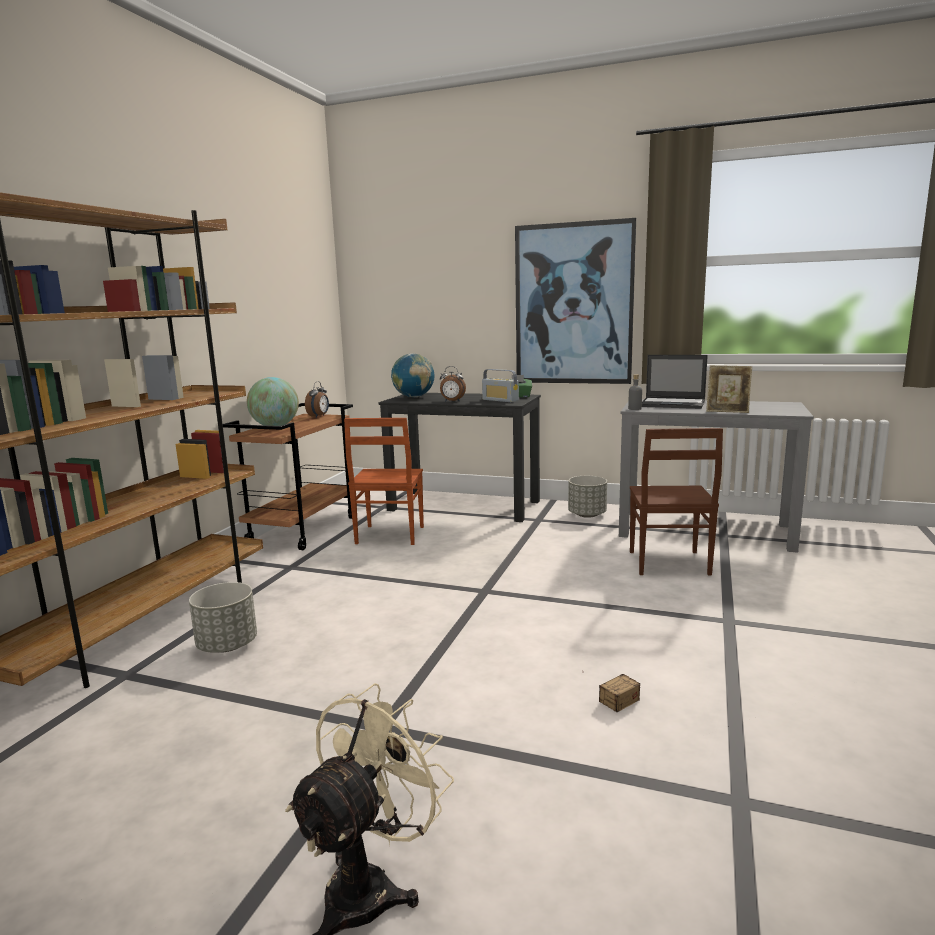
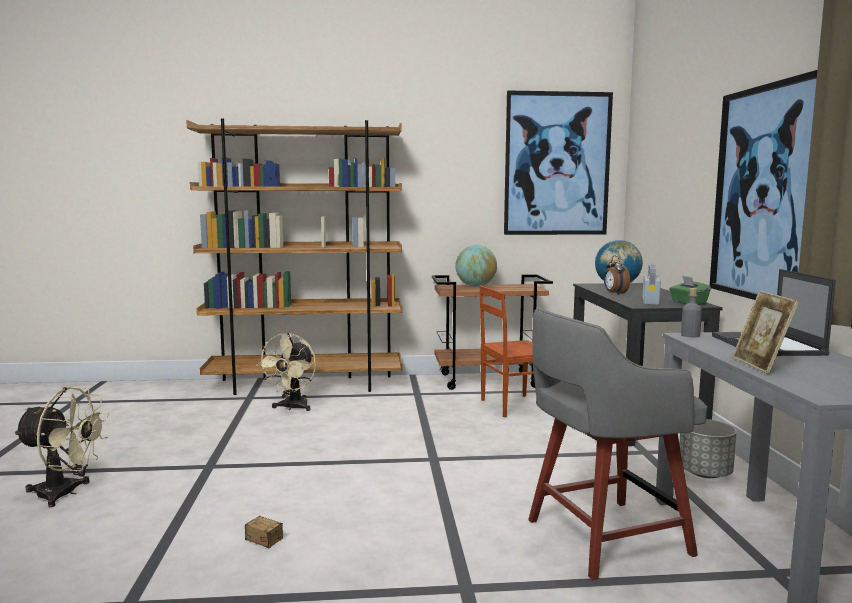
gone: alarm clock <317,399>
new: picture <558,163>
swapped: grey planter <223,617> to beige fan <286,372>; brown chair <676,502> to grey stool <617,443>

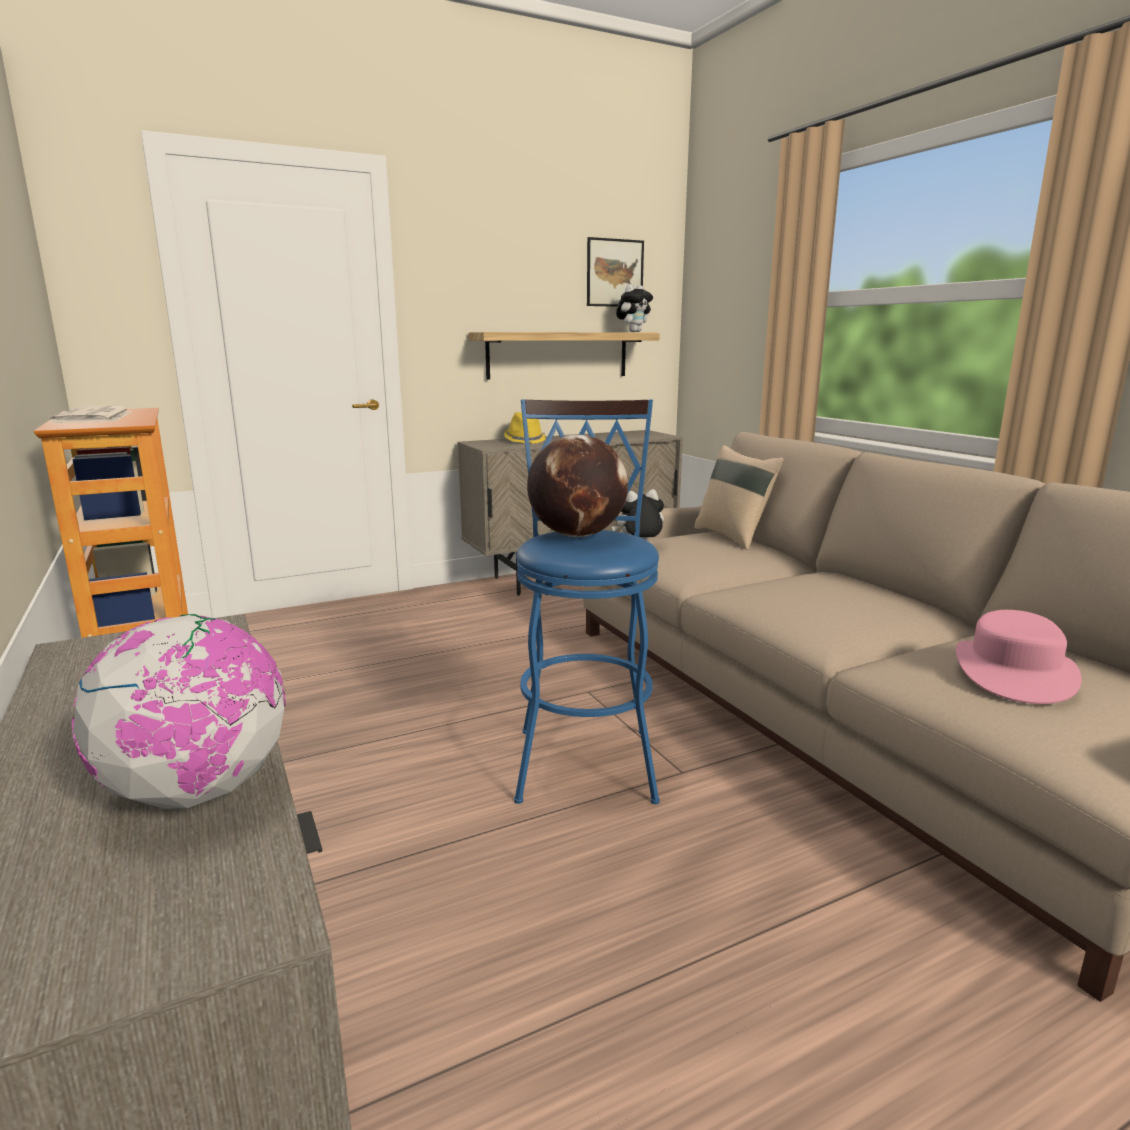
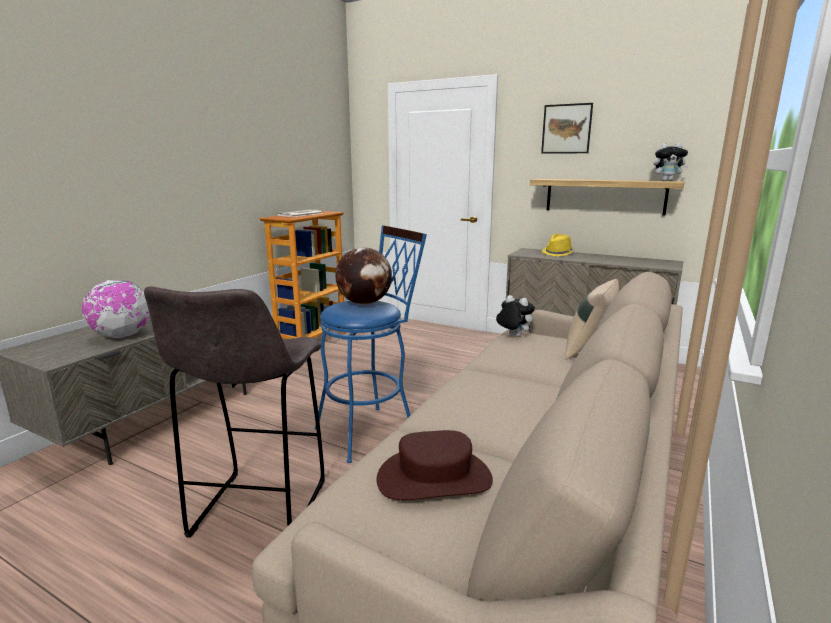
new: grey stool <234,412>
shifted: picture <615,272> to <567,128>
repainted: pink hat <1019,657> to brown hat <435,465>

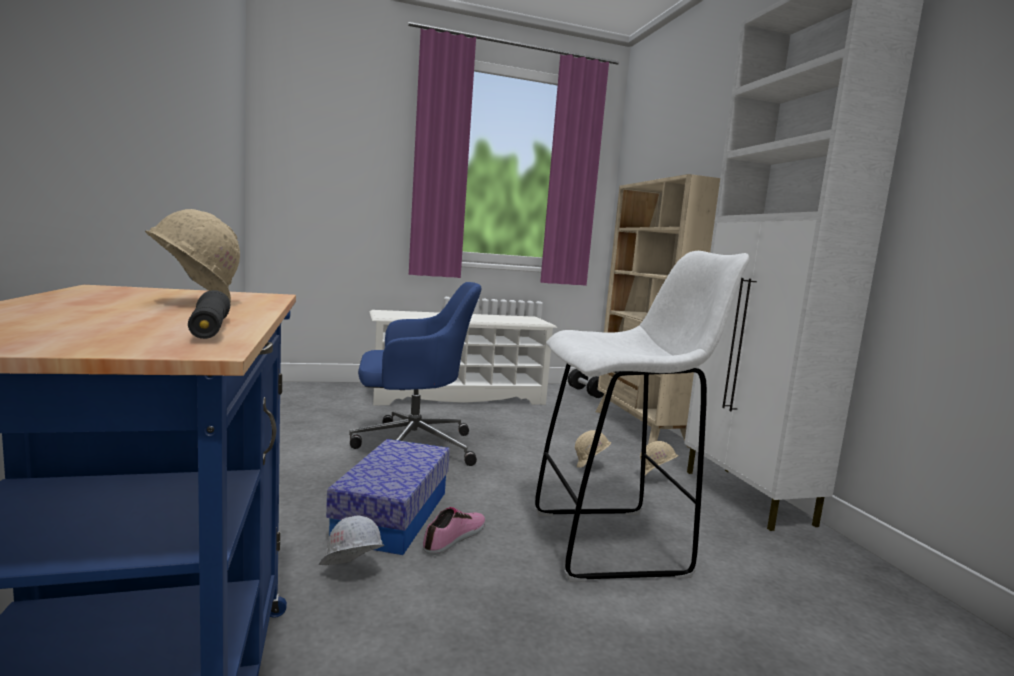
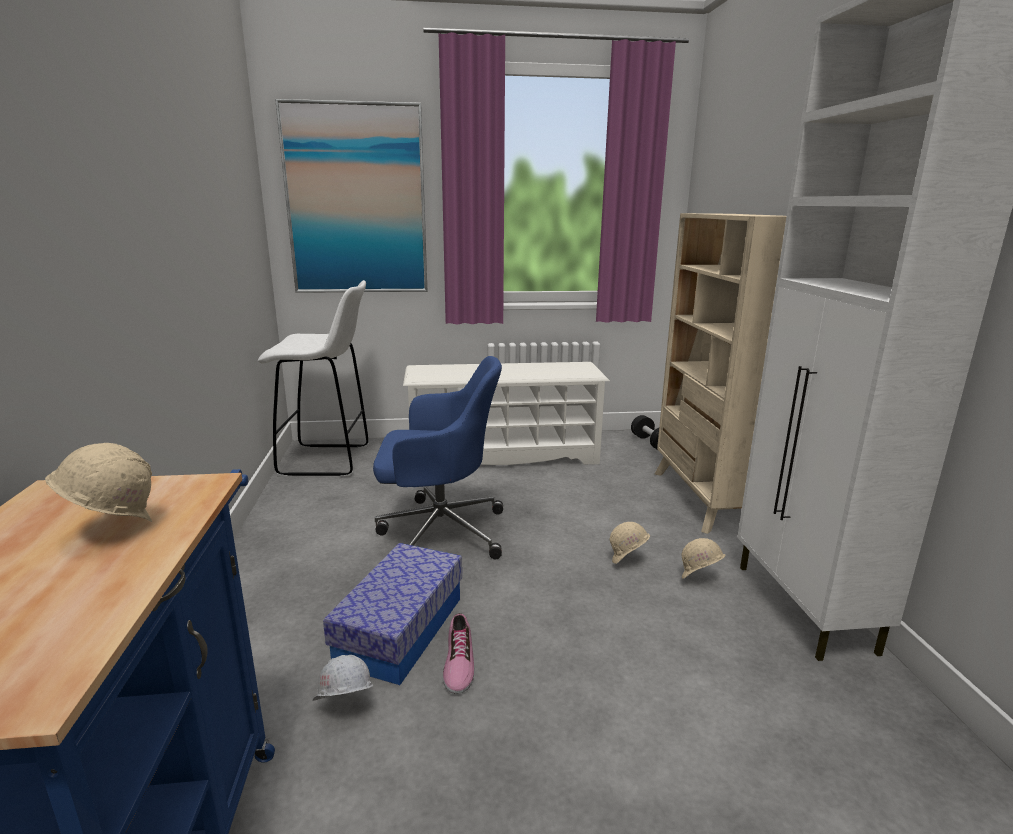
gone: black flashlight <209,314>
new: picture <351,196>
shifted: white stool <642,416> to <313,378>
rotated: shoe <454,531> = <458,653> 135 degrees clockwise

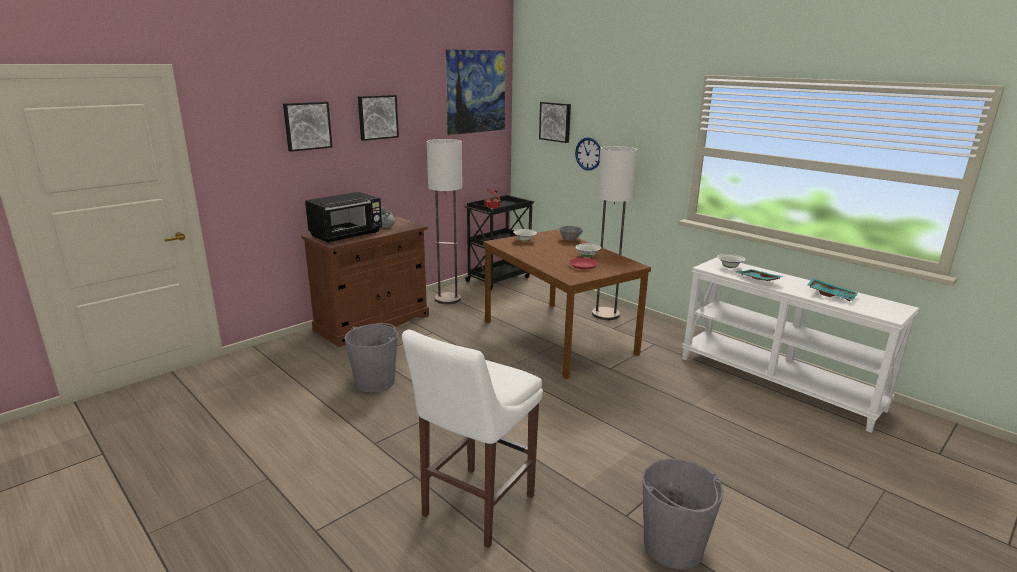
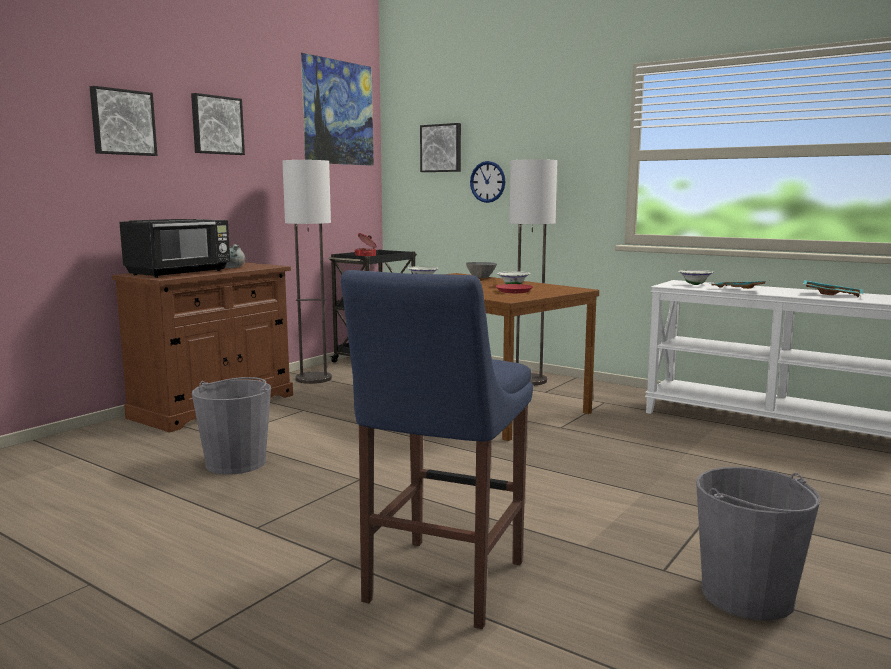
repainted: white stool <472,439> to blue stool <437,449>

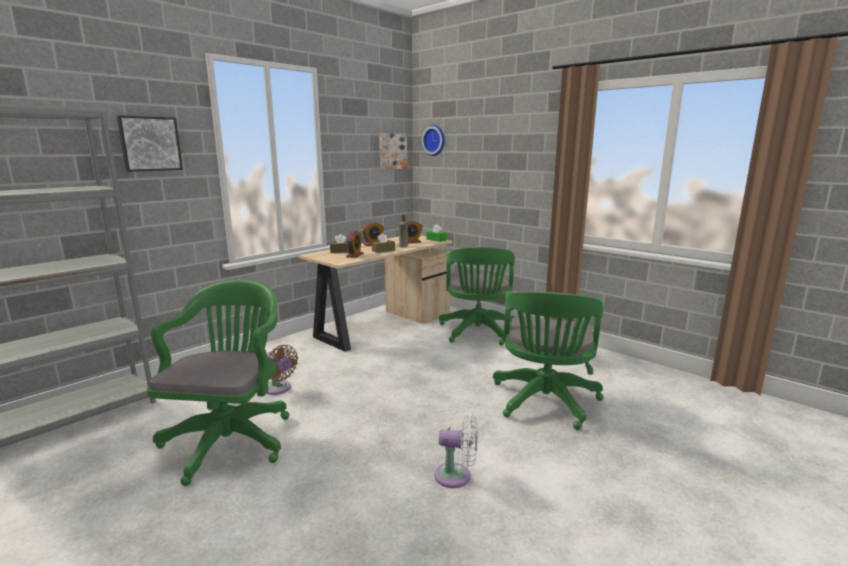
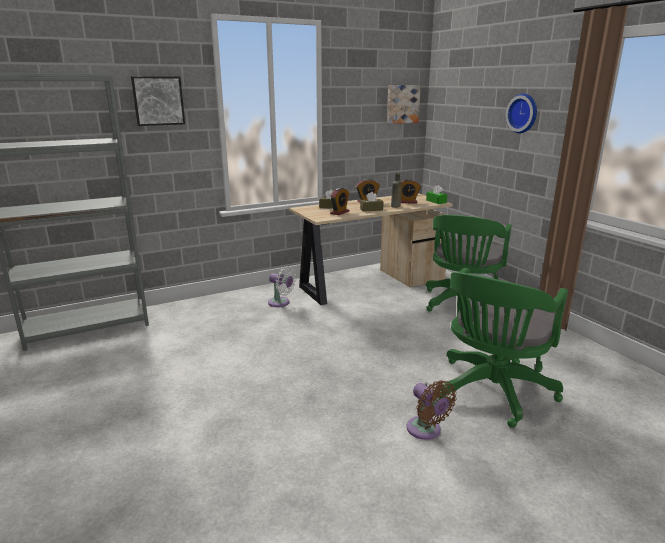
gone: green office chair <218,382>
shifted: white fan <456,451> to <282,286>; brown fan <282,370> to <432,410>; wall clock <433,140> to <521,113>

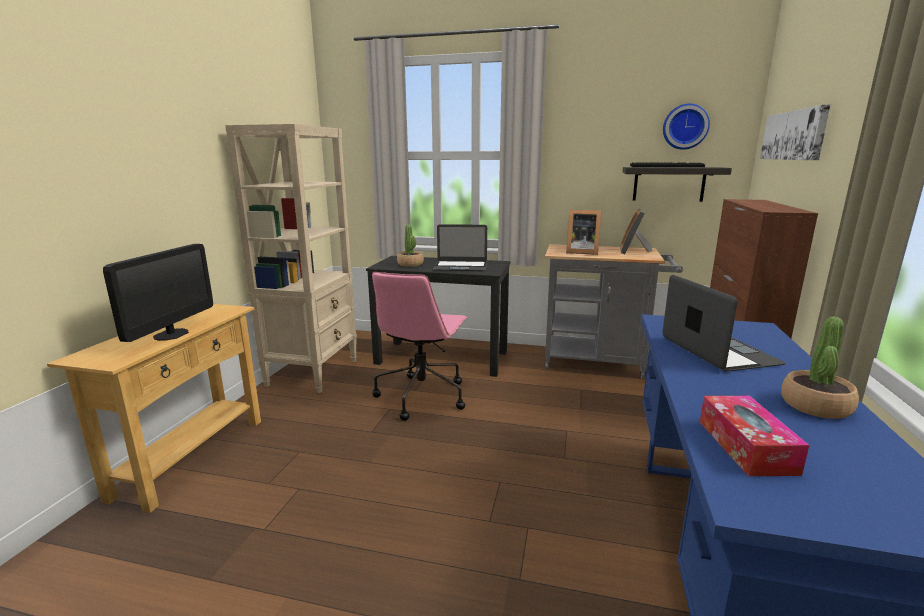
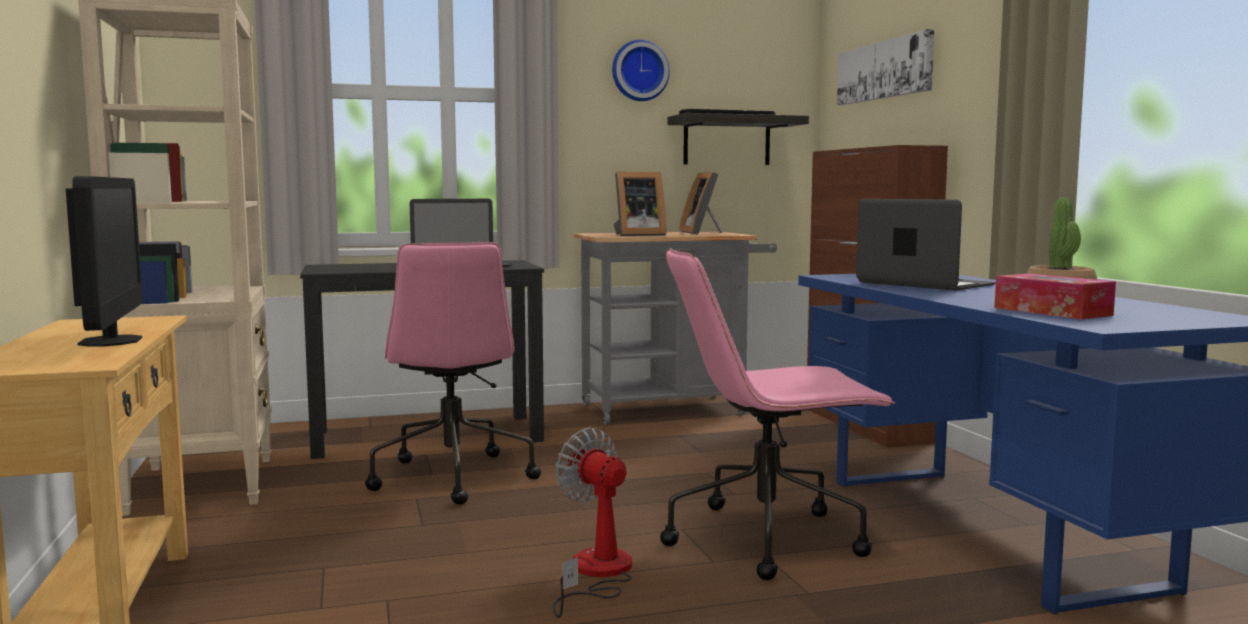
gone: potted plant <410,245>
new: fan <592,523>; pink office chair <777,414>
shifted: wall clock <686,127> to <641,70>

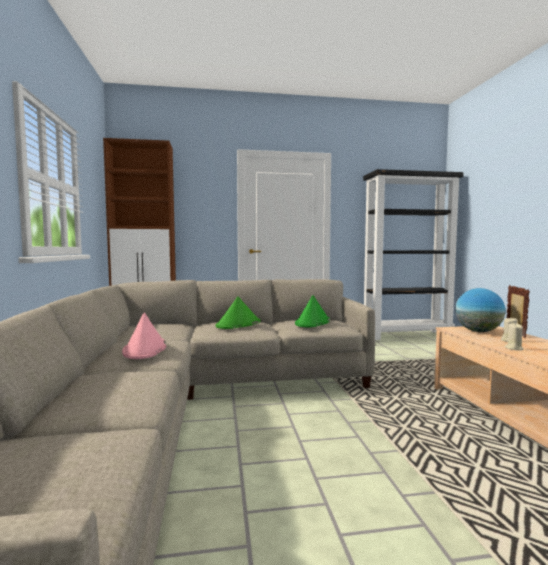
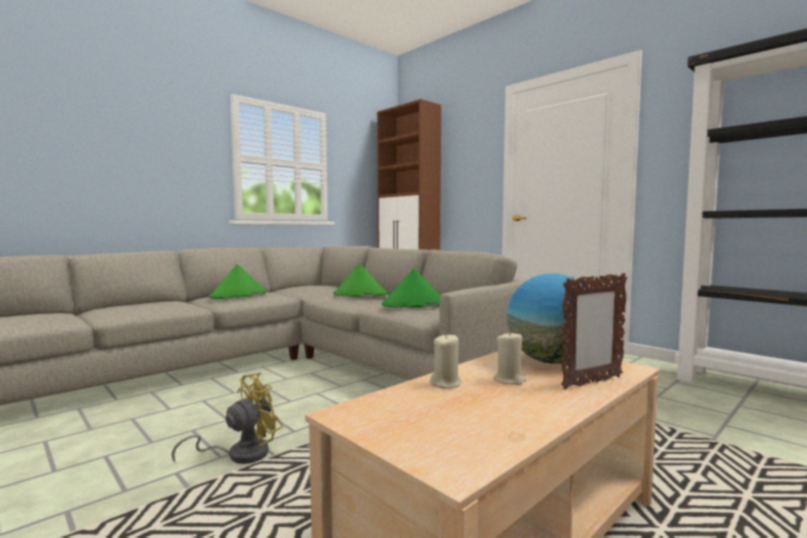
new: yellow fan <227,418>
repainted: pink hat <144,335> to green hat <238,281>

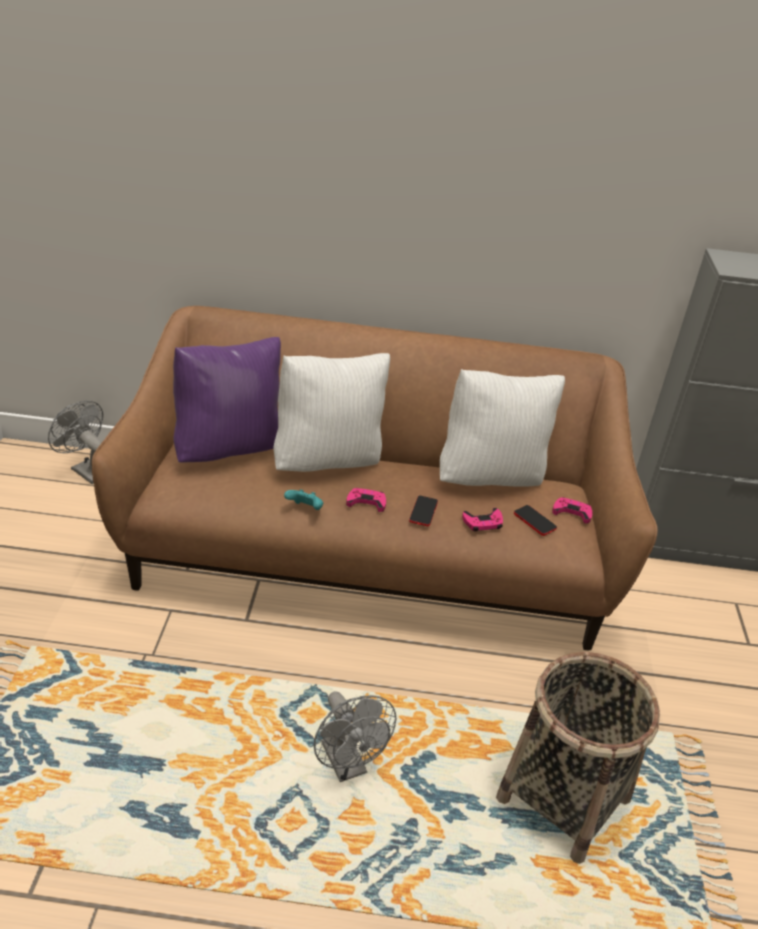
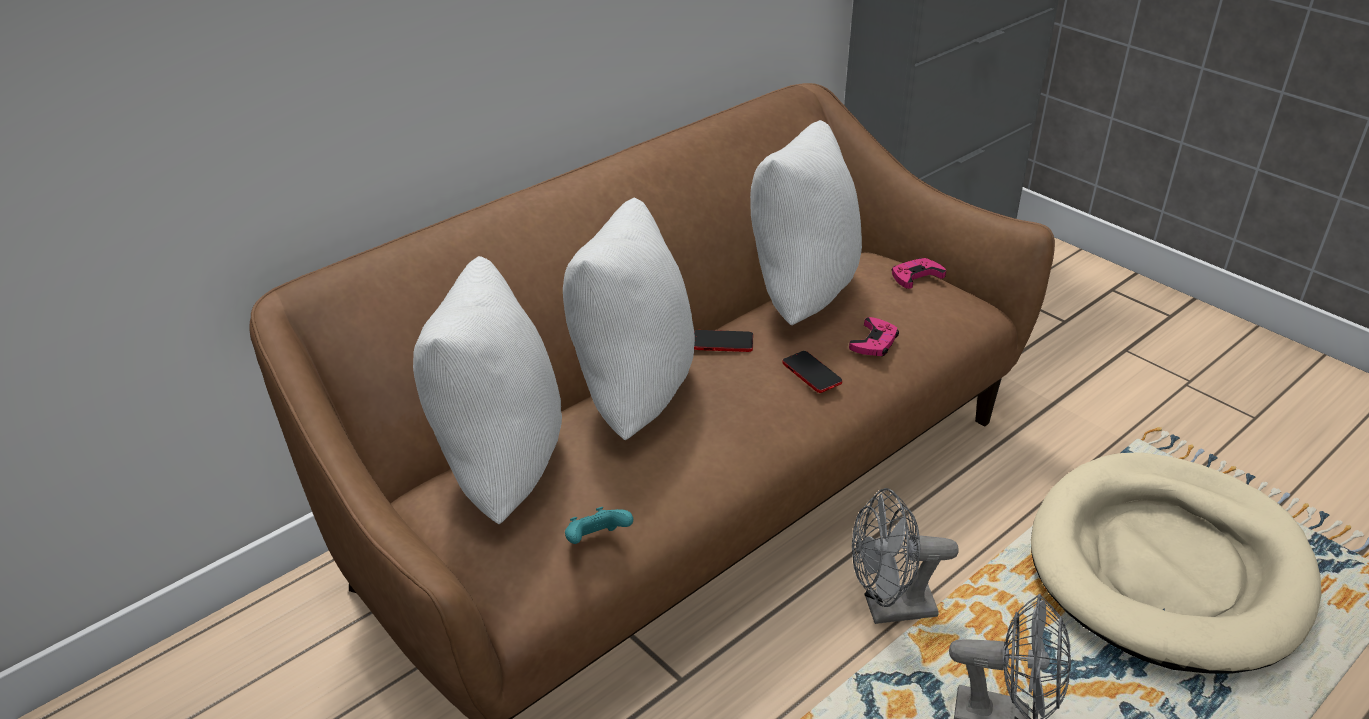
gone: pink game controller <366,500>
shifted: turquoise game controller <303,499> to <599,525>; phone <535,520> to <723,341>; grey fan <75,442> to <905,556>
swapped: basket <578,758> to beige dog bed <1176,563>
repainted: purple pillow <227,400> to white pillow <487,390>

